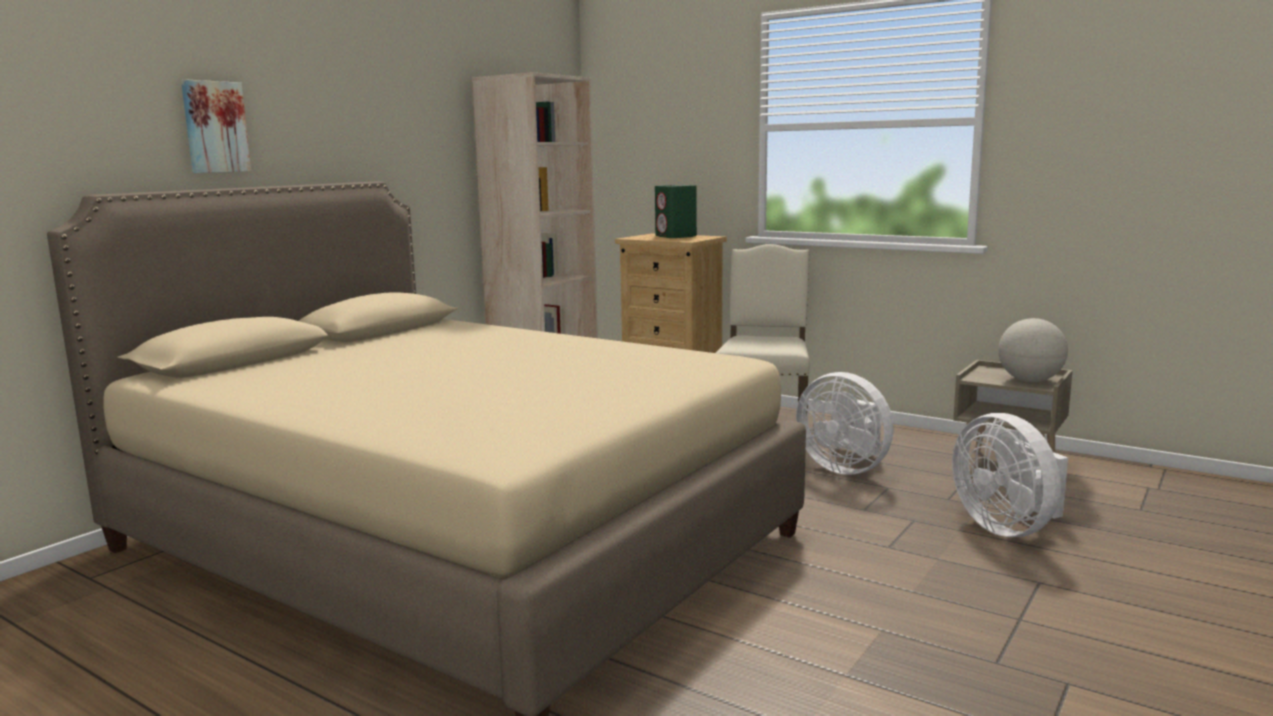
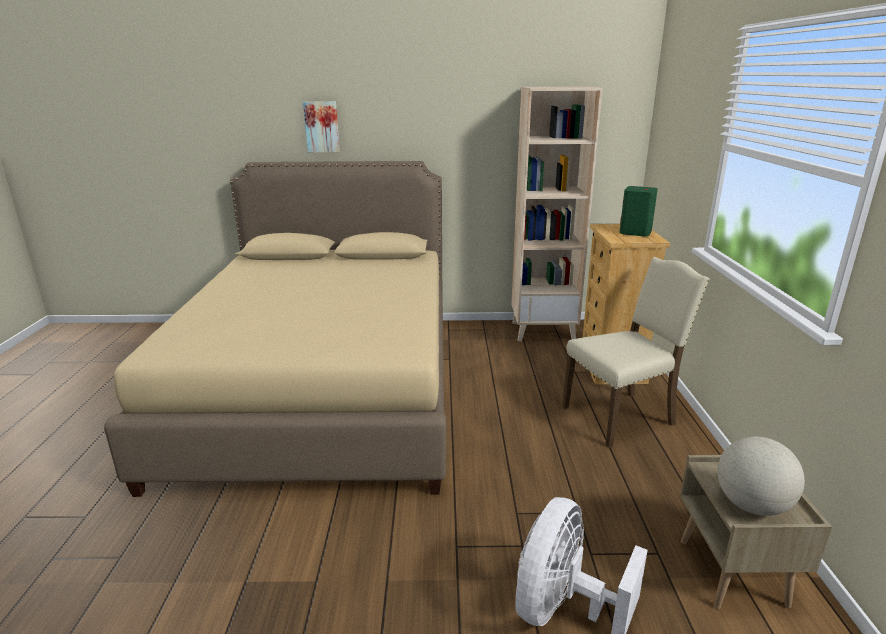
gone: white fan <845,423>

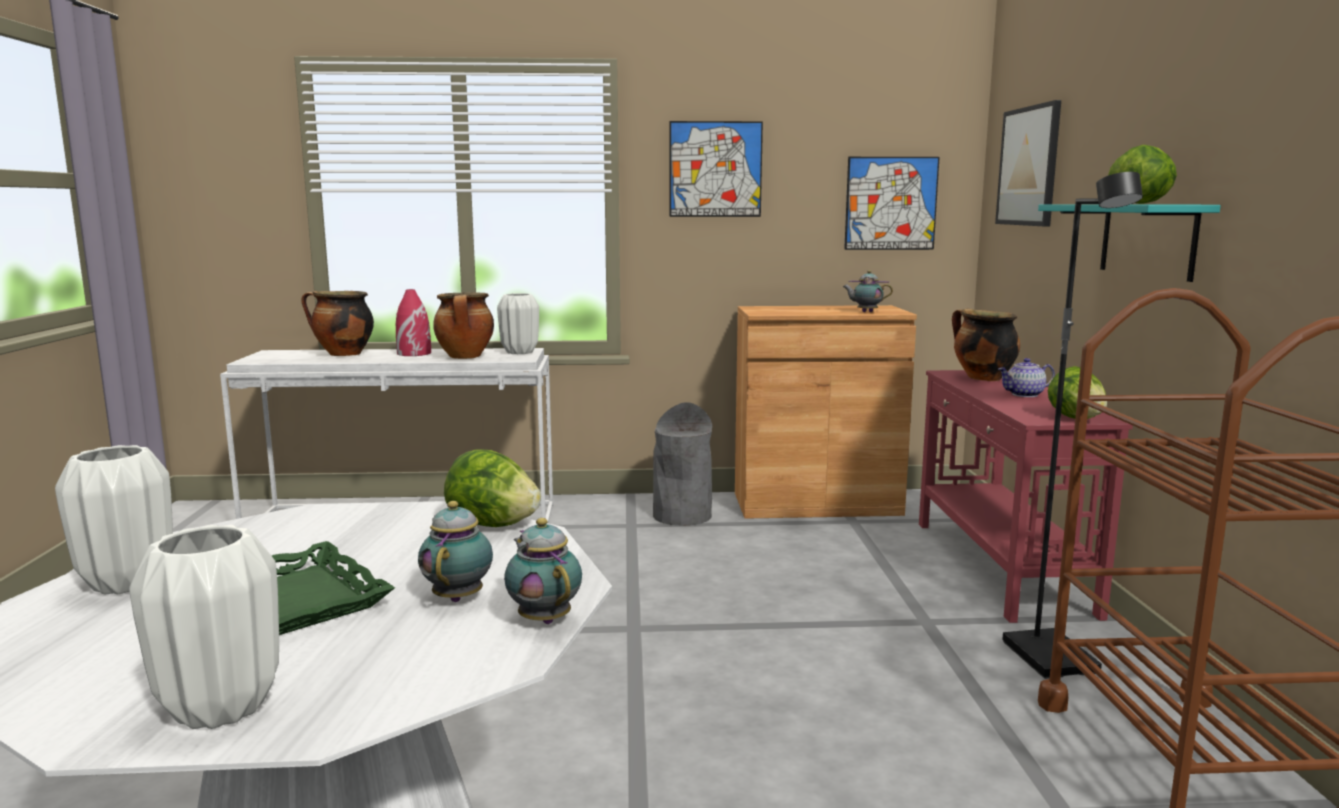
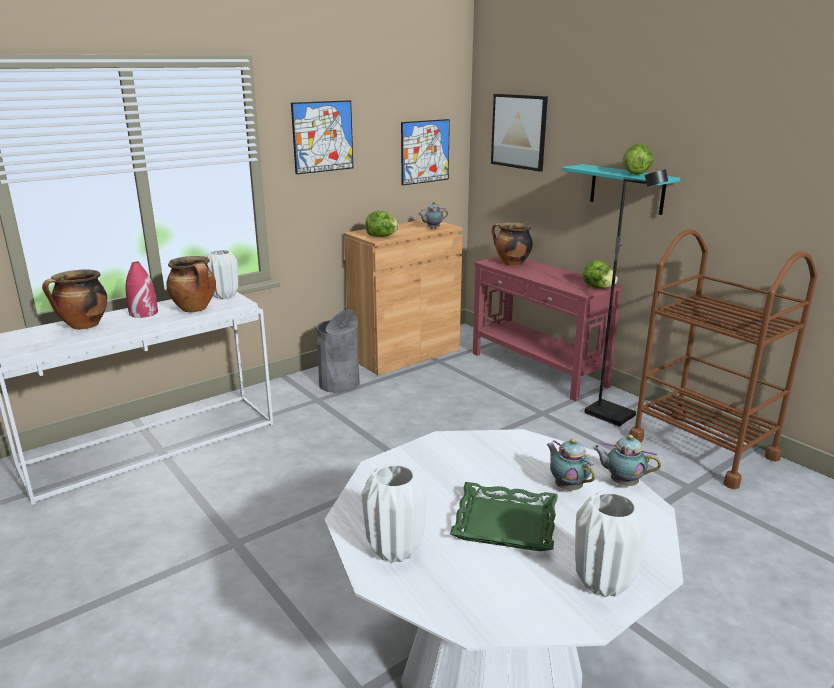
gone: teapot <1026,377>
shifted: lettuce <492,488> to <382,224>

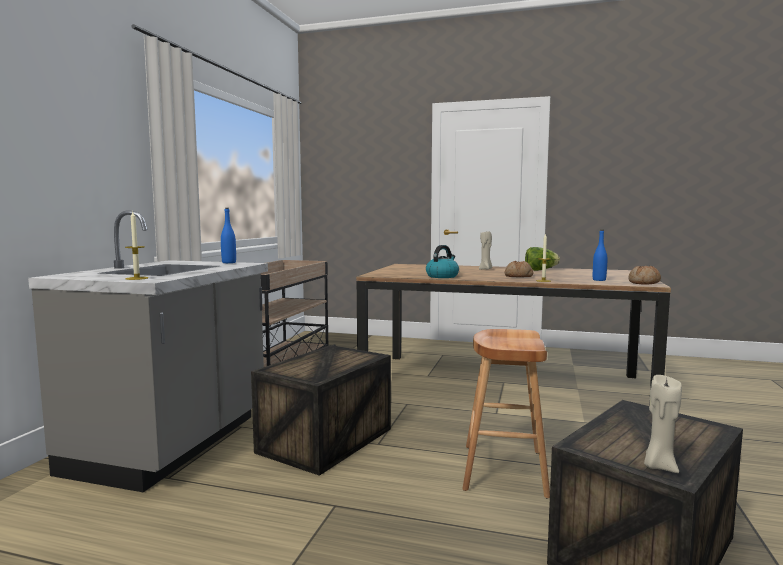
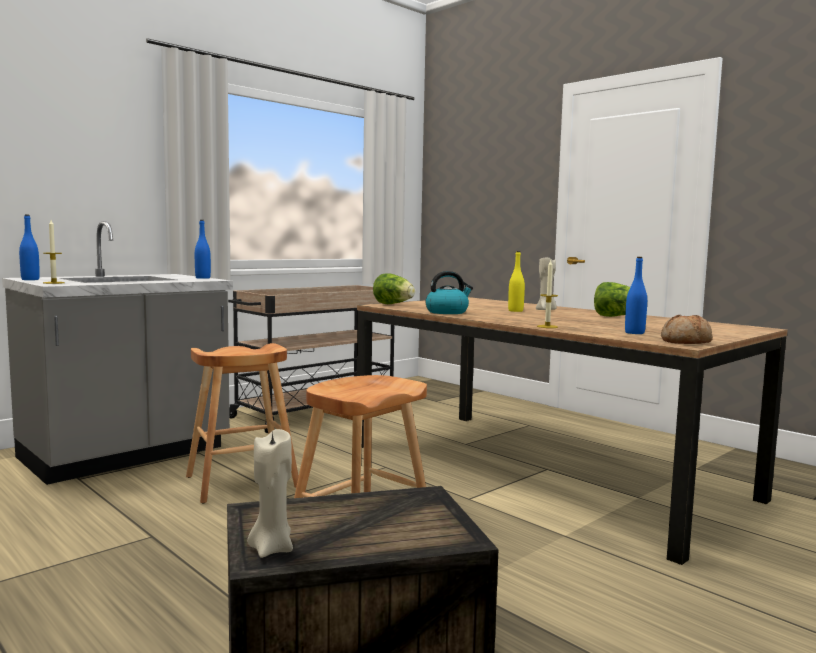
gone: bread <518,269>
new: blue bottle <29,247>; lettuce <394,288>; yellow bottle <516,281>
swapped: crate <321,410> to brown stool <242,423>

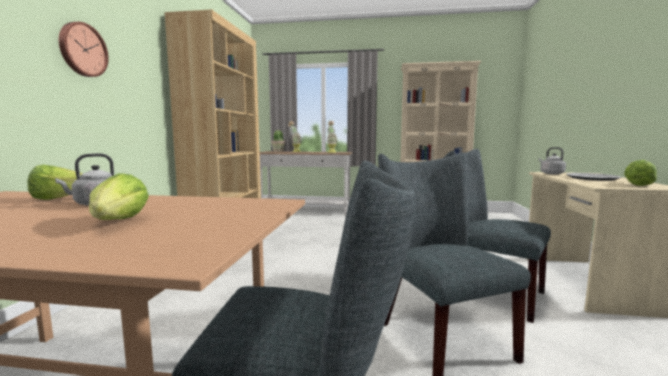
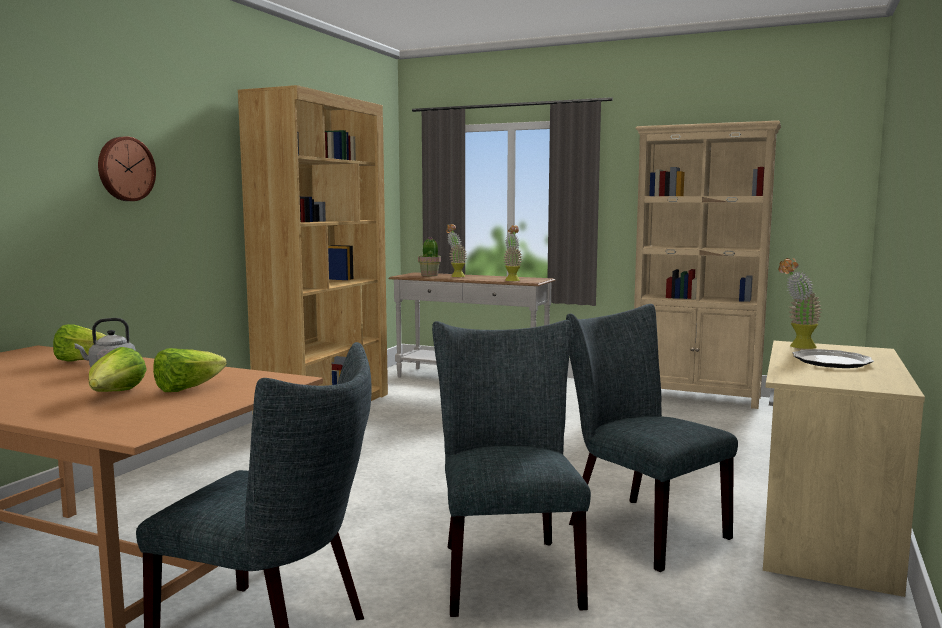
shifted: lettuce <640,173> to <190,370>
swapped: grey kettle <552,160> to potted plant <800,303>

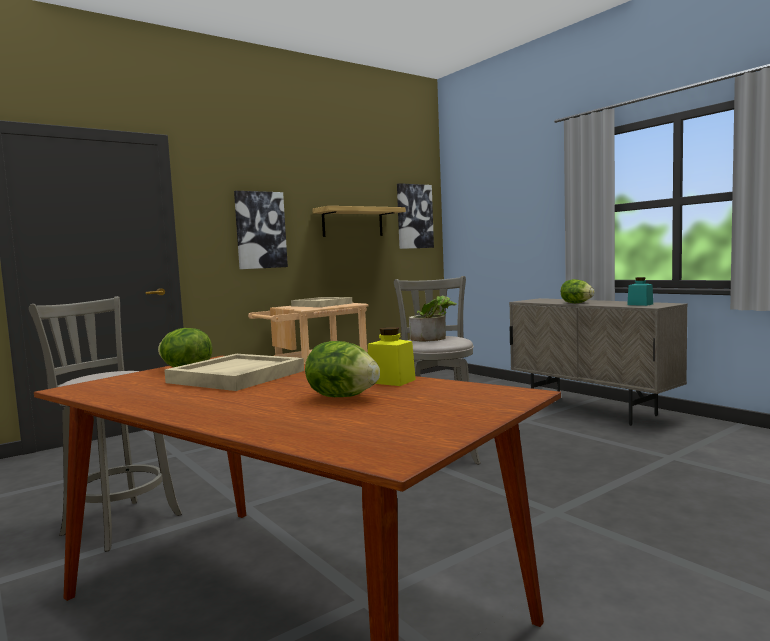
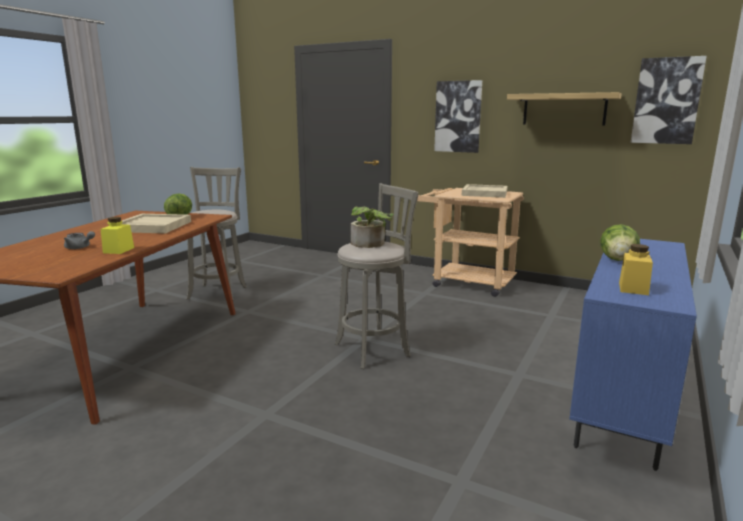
swapped: lettuce <342,369> to grey teapot <79,240>
repainted: beige cabinet <598,362> to blue cabinet <633,355>; turquoise jar <640,291> to yellow jar <636,269>

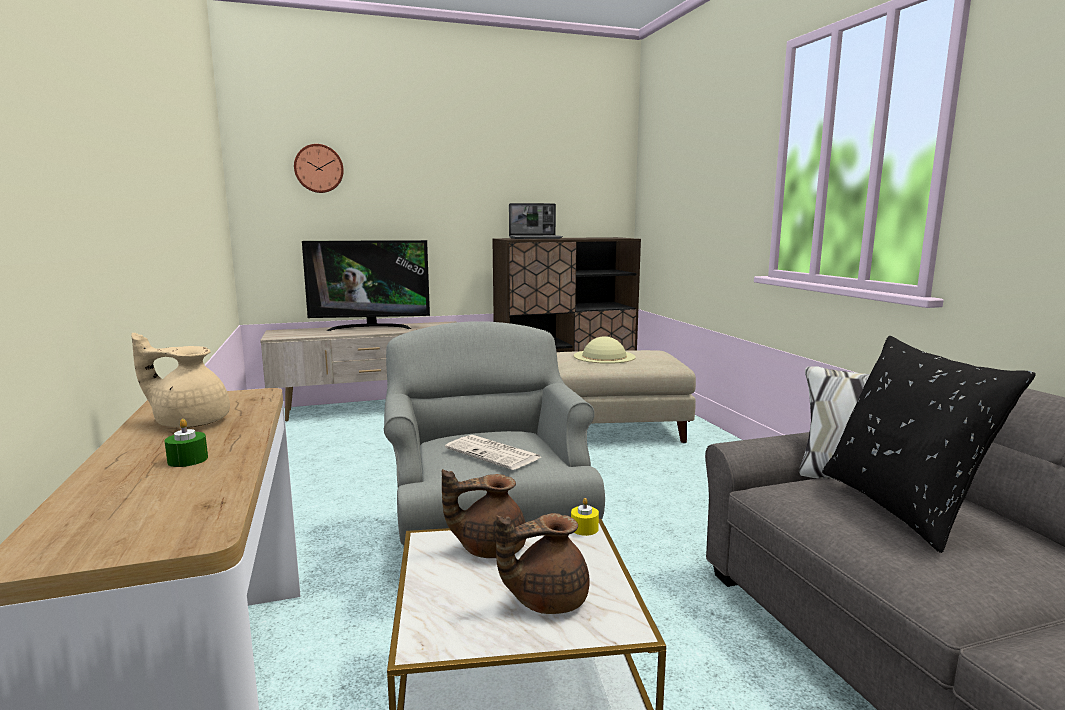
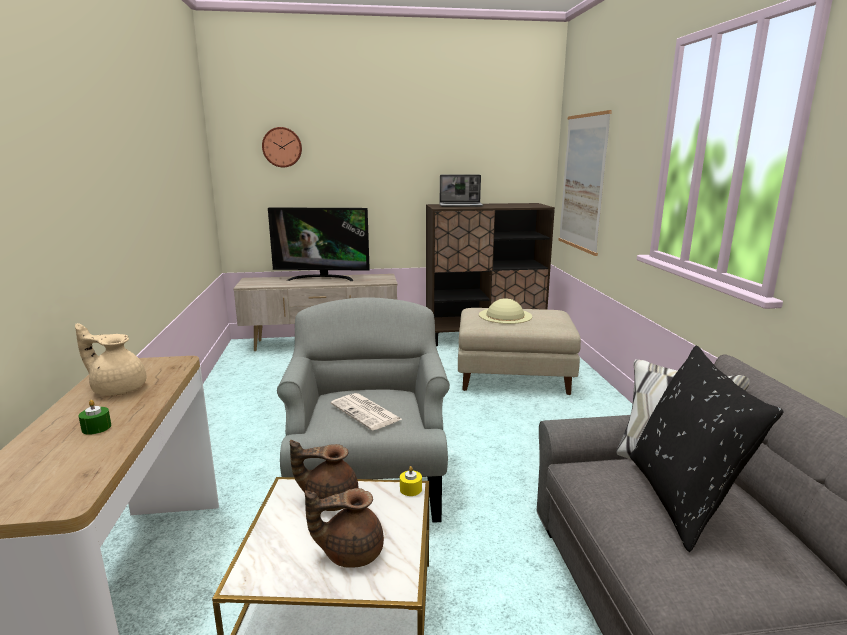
new: picture <585,183>

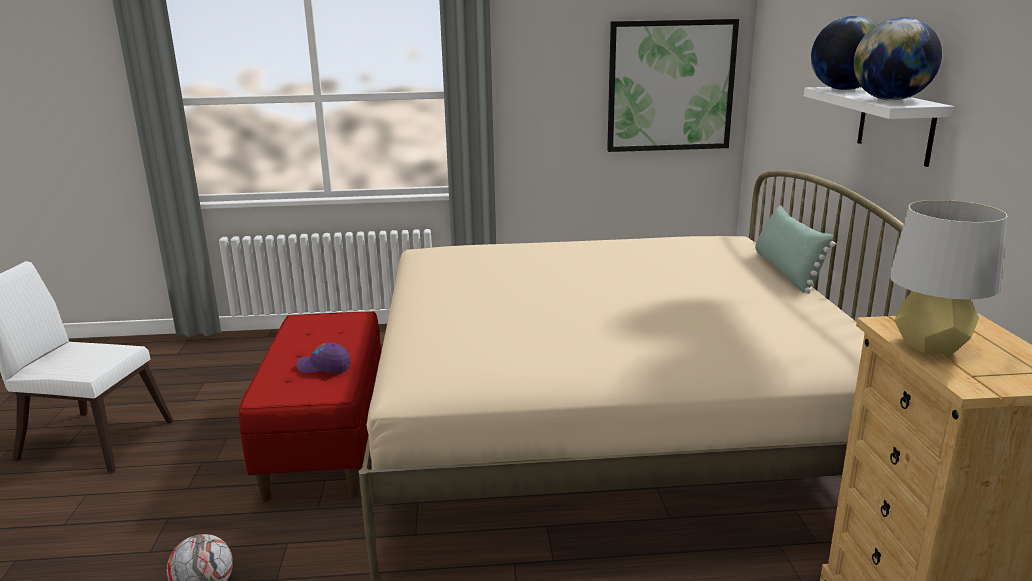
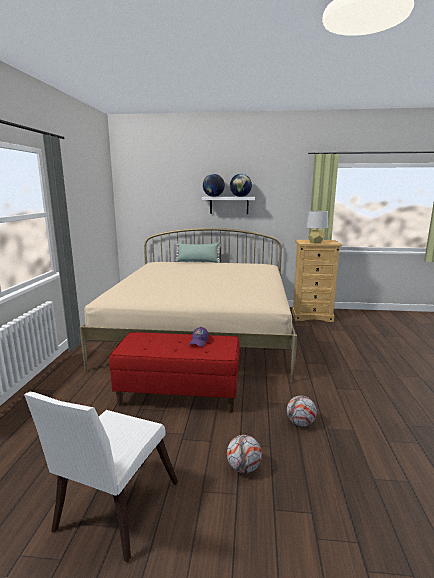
gone: picture <673,85>
new: football <244,454>

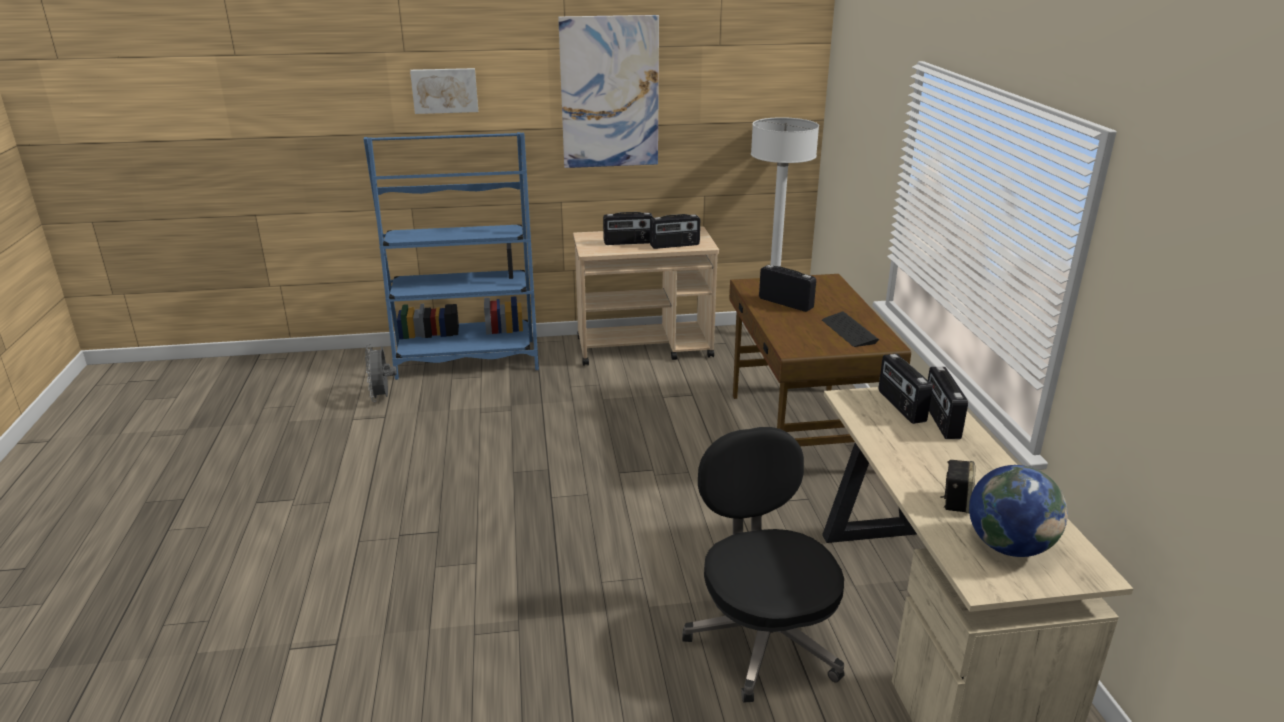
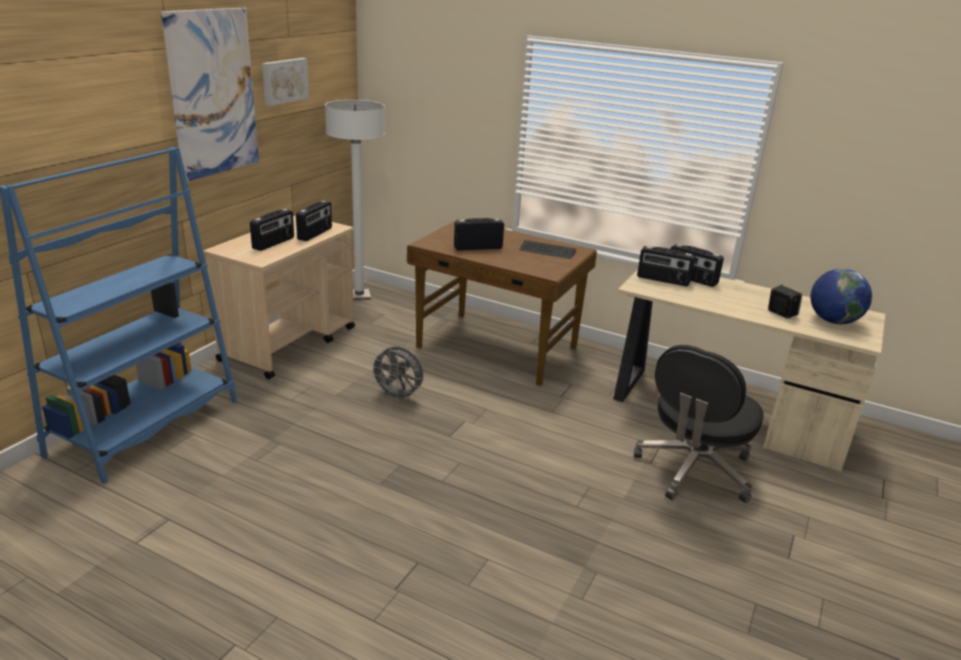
shifted: picture <444,91> to <285,82>; grey fan <381,373> to <396,374>
rotated: black office chair <763,565> = <699,424> 75 degrees counterclockwise

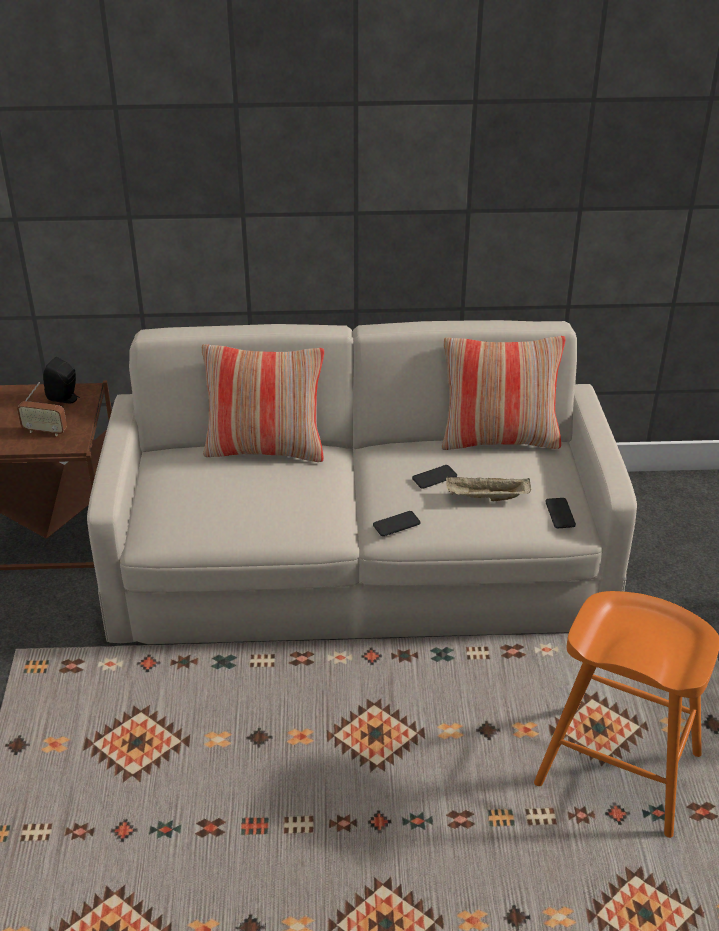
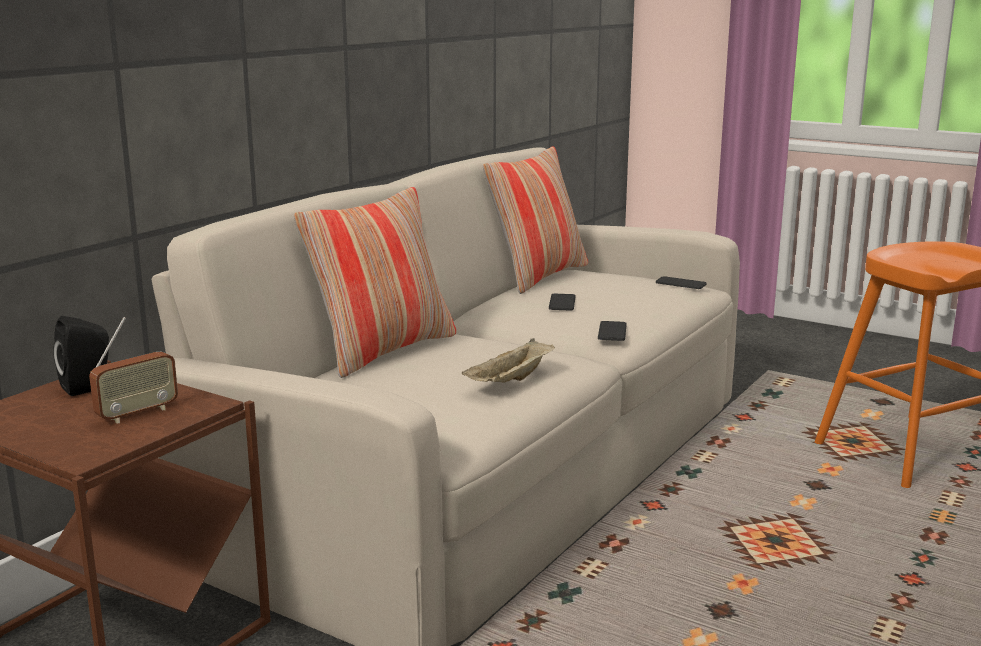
shifted: beige tray <488,489> to <508,360>

